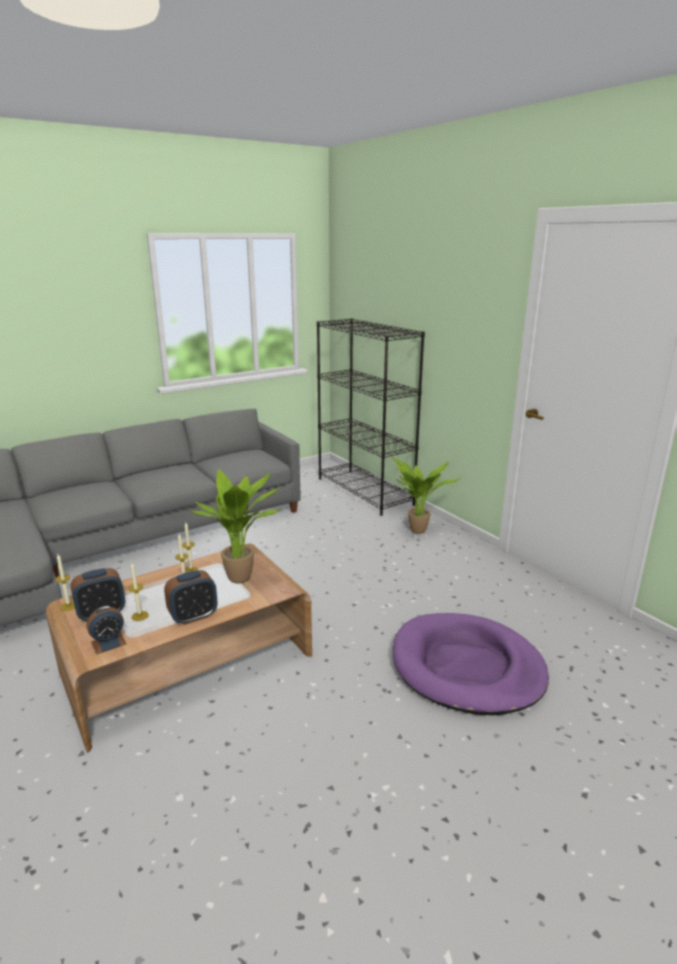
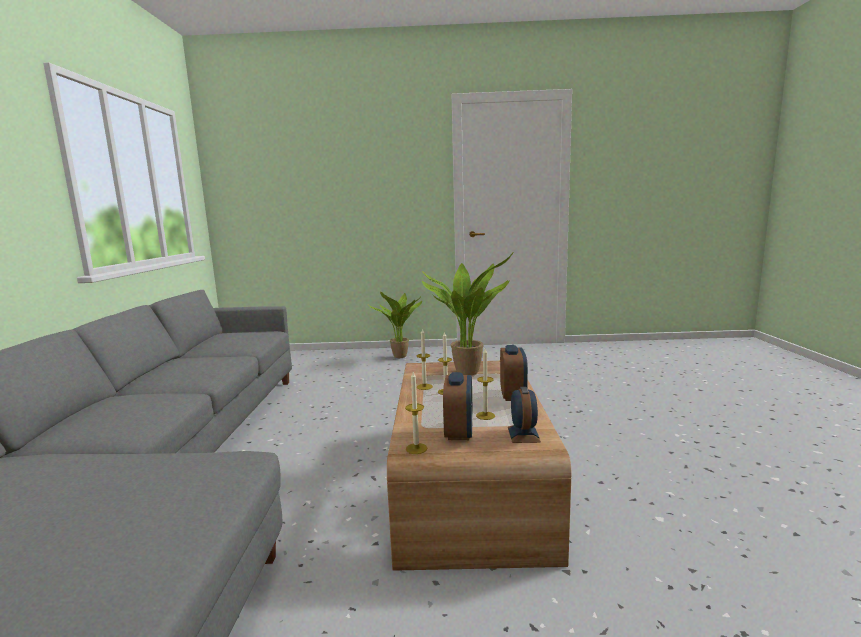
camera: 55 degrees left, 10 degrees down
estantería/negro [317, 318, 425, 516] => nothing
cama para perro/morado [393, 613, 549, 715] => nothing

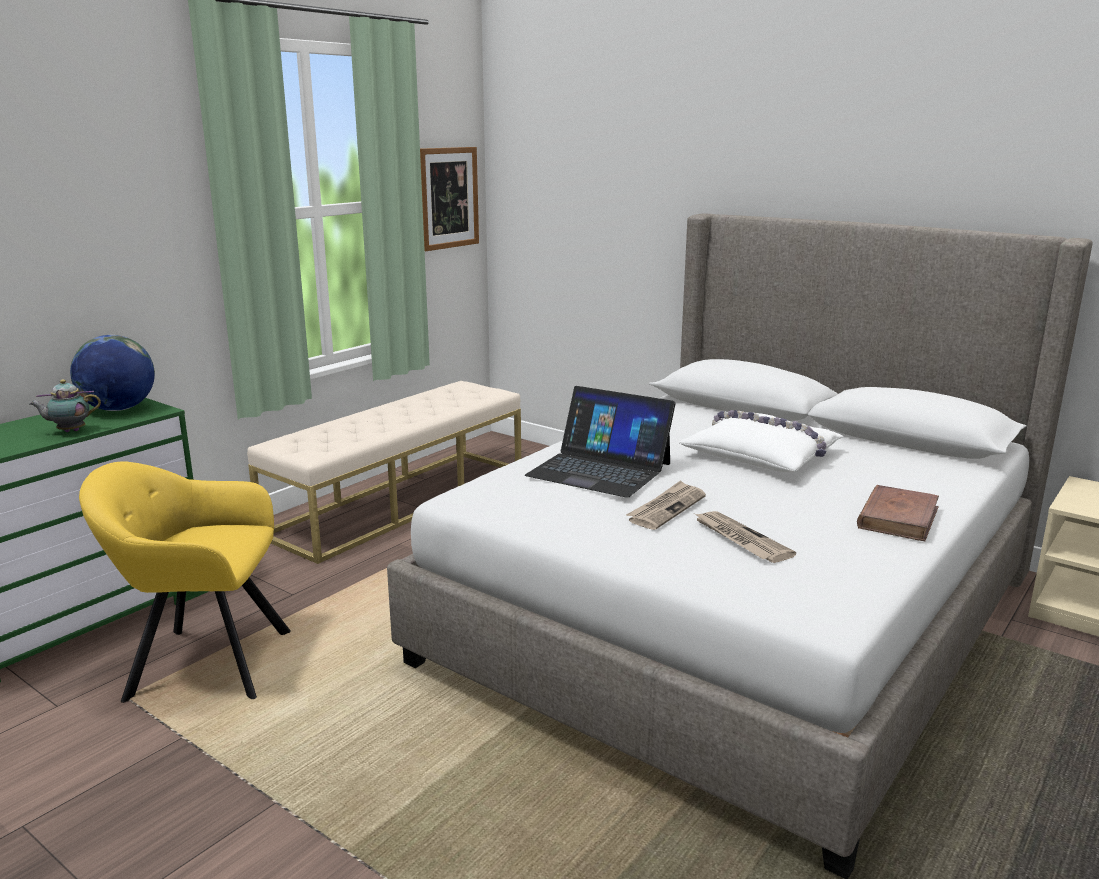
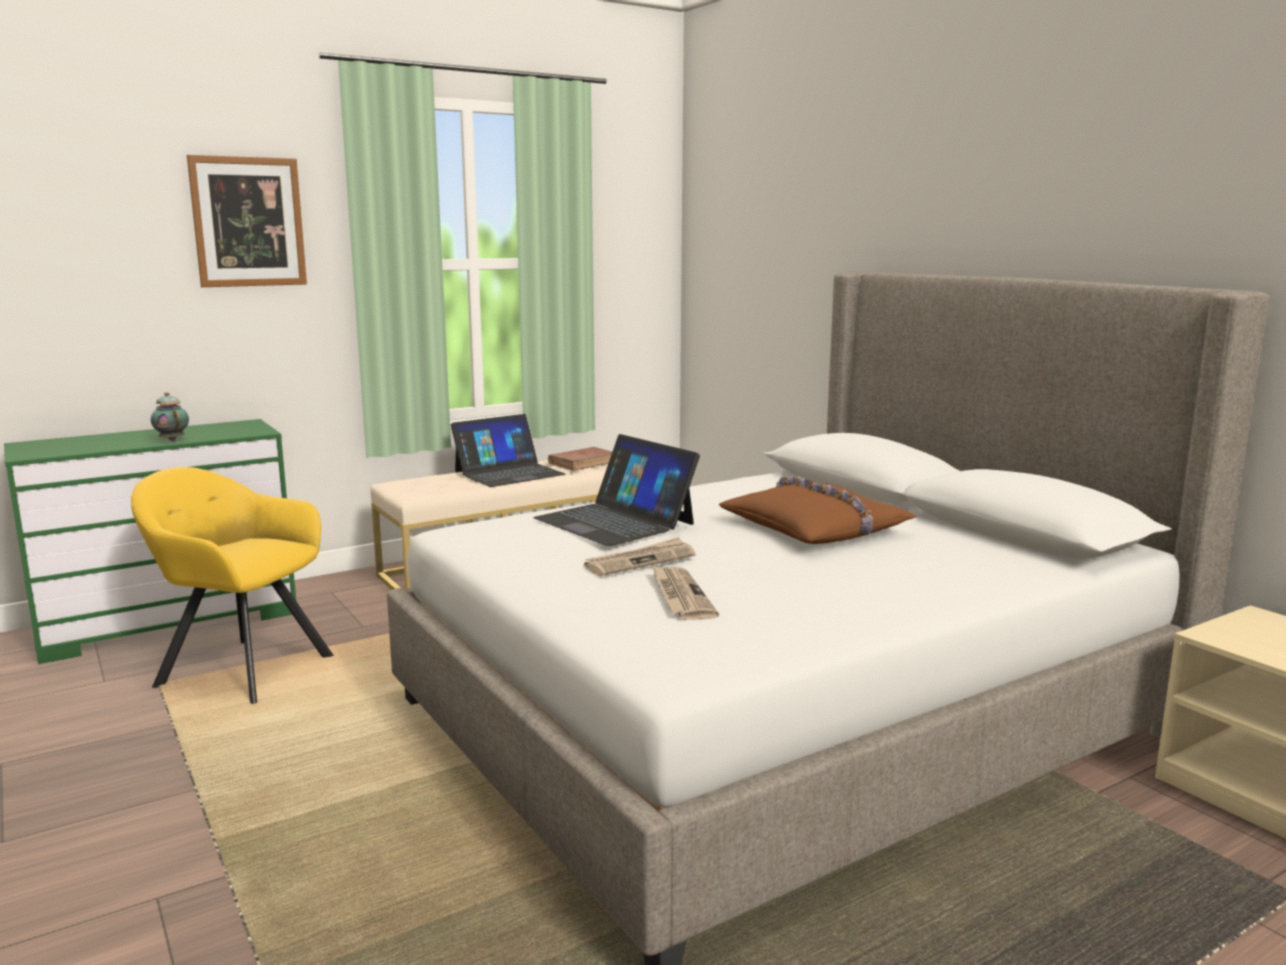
camera: 20 degrees right, 5 degrees down
cuadro [420, 147, 479, 251] => cuadro [187, 155, 307, 287], moved
globo terráqueo [70, 335, 155, 411] => nothing
tetera [29, 379, 101, 432] => tetera [151, 392, 189, 441], 45 degrees clockwise
cojín/blanco [679, 410, 844, 472] => cojín/marrón [718, 476, 917, 544]
libro/marrón [857, 485, 939, 541] => libro/marrón [548, 447, 613, 471], moved
nothing => portátil [451, 414, 565, 487]

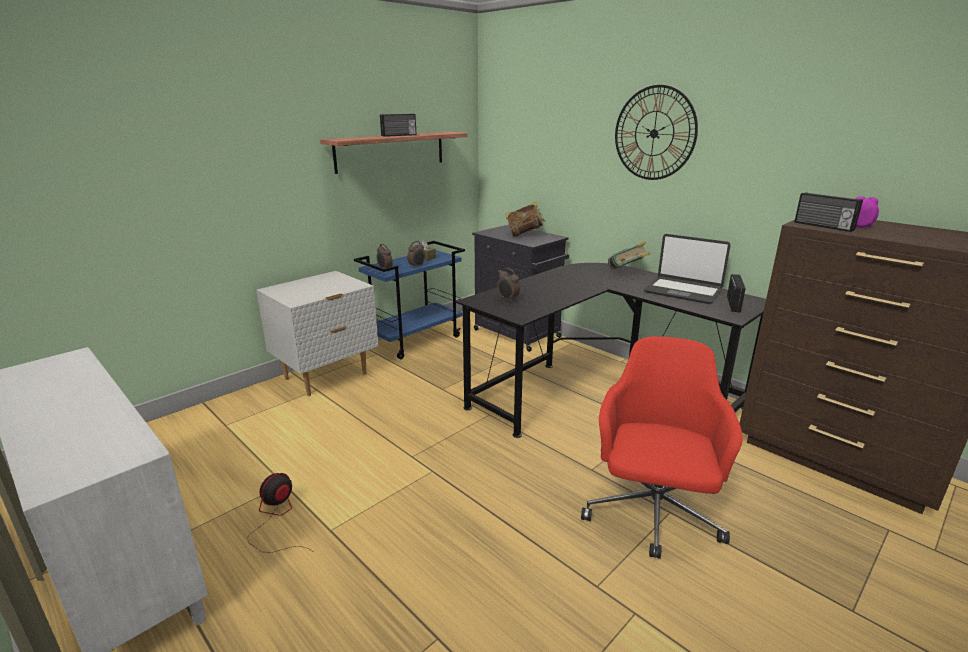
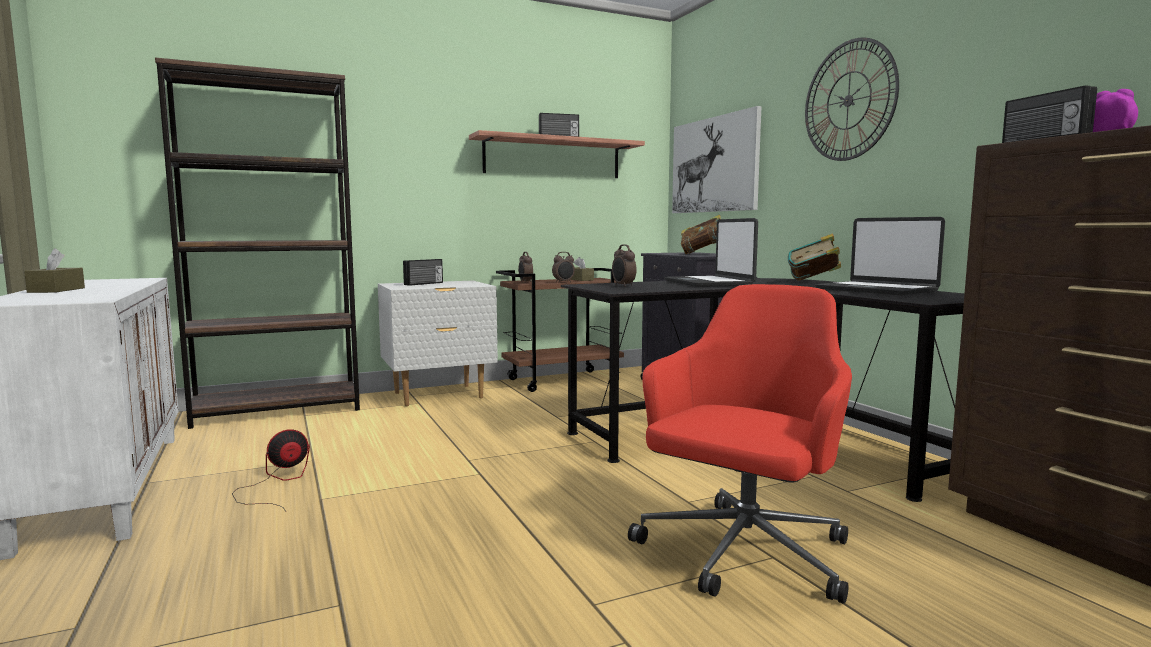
camera: 20 degrees right, 15 degrees down
carrito/azul [354, 241, 465, 359] => carrito/marrón [496, 268, 624, 392]
radio [727, 274, 746, 313] => radio [403, 259, 443, 286], moved
nothing => estantería/marrón [155, 58, 360, 429]
nothing => cuadro [672, 106, 761, 213]
nothing => portátil [664, 218, 758, 287]
nothing => caja de pañuelos/marrón [24, 248, 85, 293]

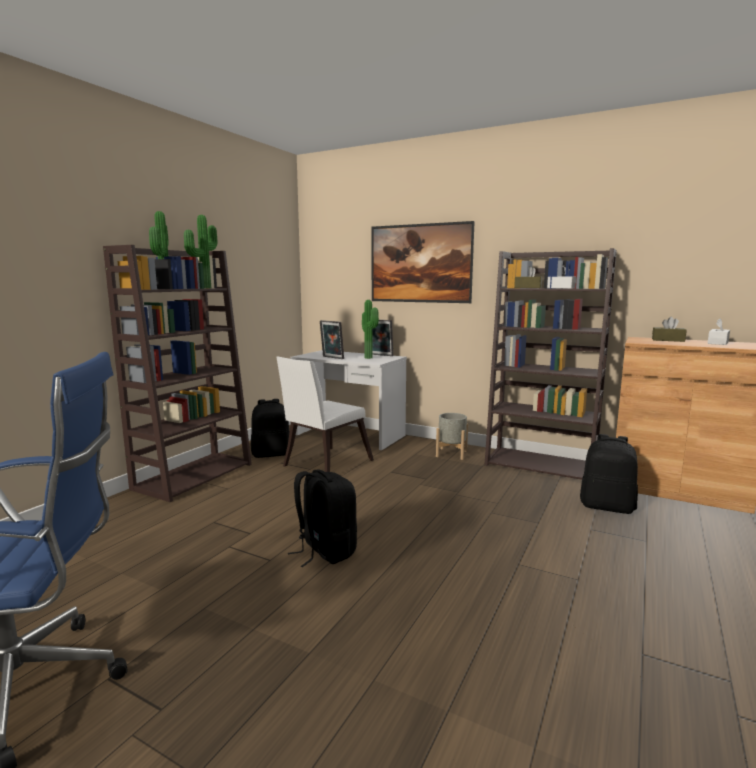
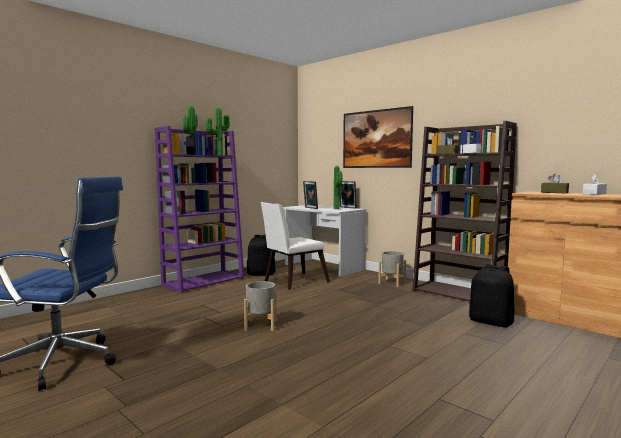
camera: 15 degrees right, 5 degrees down
estantería/marrón [103, 245, 252, 502] => estantería/morado [155, 126, 244, 293]
mochila/negro [288, 469, 357, 567] => maceta/gris [244, 281, 277, 331]

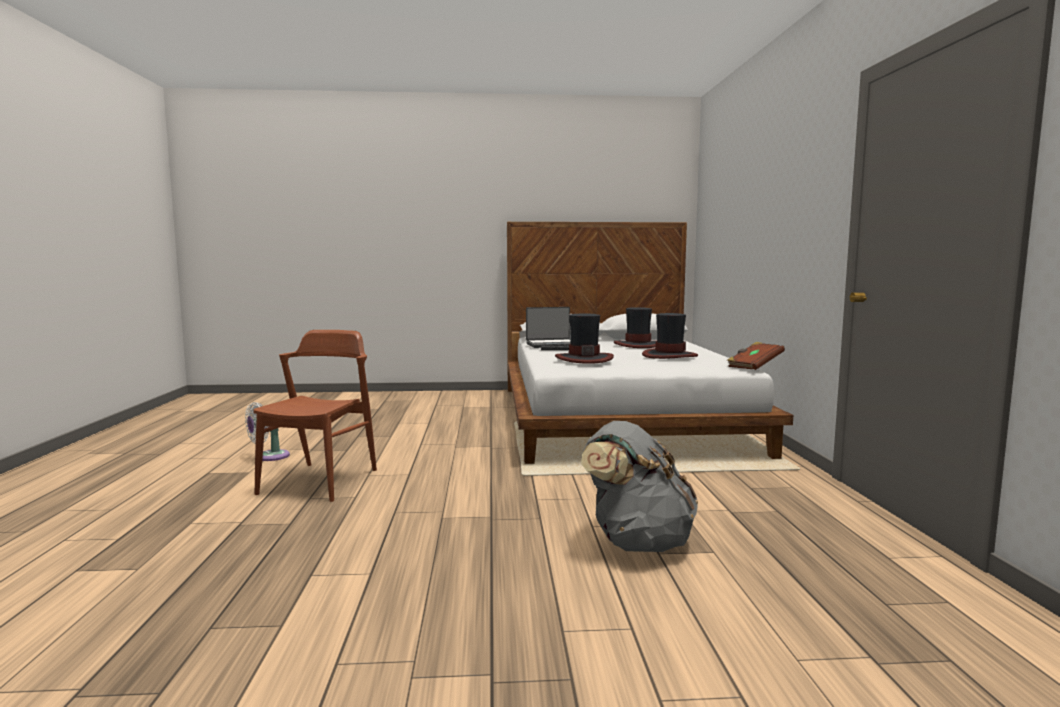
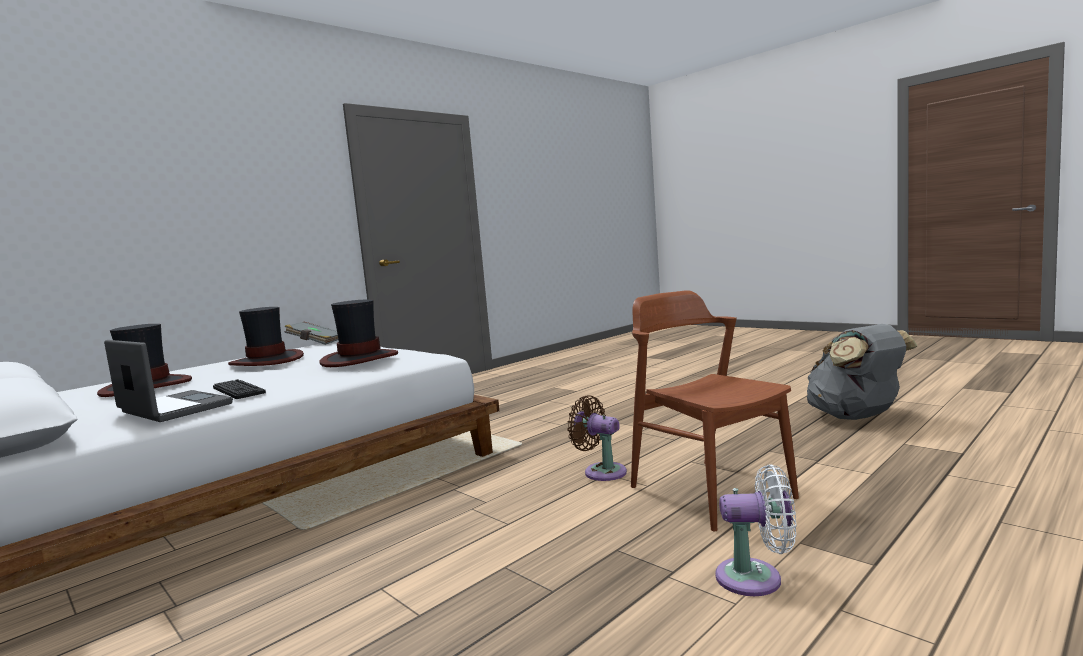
camera: 130 degrees left, 0 degrees up
silla/marrón [253, 330, 377, 502] => silla/marrón [631, 290, 799, 531], 90 degrees clockwise
libro/marrón [727, 342, 785, 370] => libro/gris [284, 322, 338, 345]
mochila/gris [581, 421, 698, 552] => mochila/gris [807, 324, 917, 420], moved
nothing => ventilador/marrón [567, 395, 627, 481]

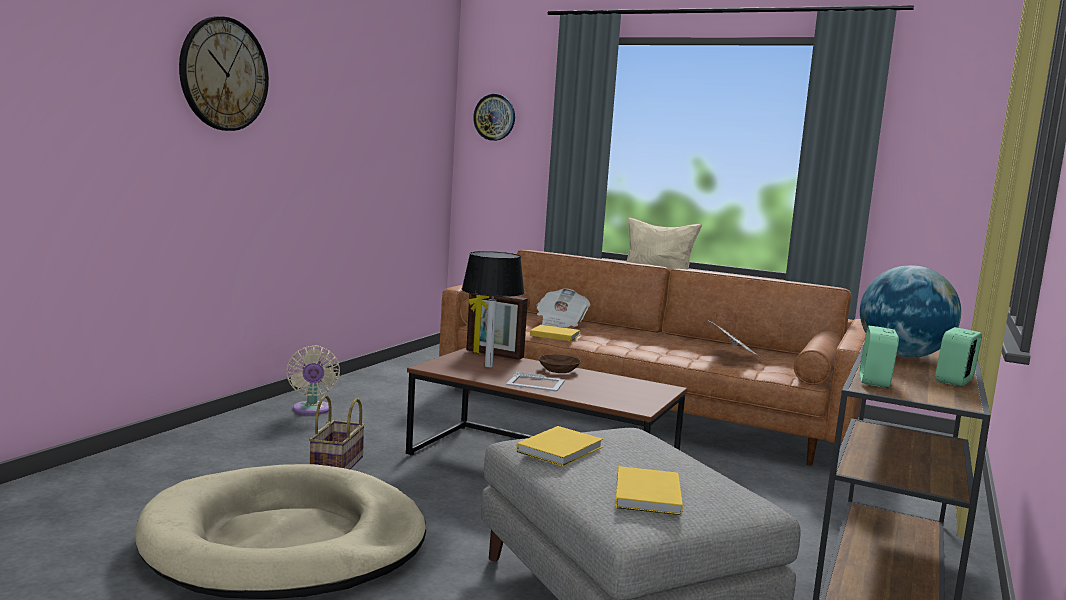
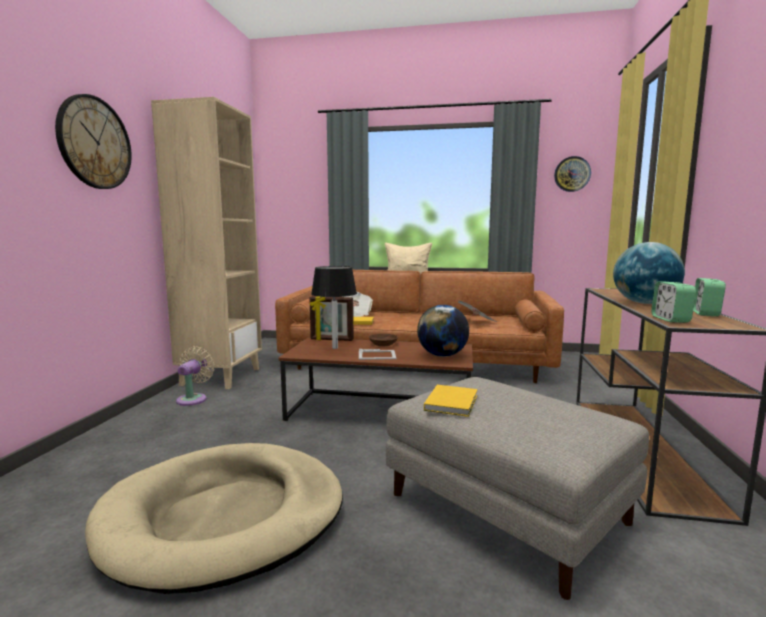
camera: 15 degrees left, 0 degrees up
reloj de pared [473, 94, 515, 141] => reloj de pared [554, 156, 591, 192], moved
ventilador/beis [286, 345, 340, 415] => ventilador/beis [176, 346, 215, 406], 135 degrees counterclockwise
cesta [309, 395, 365, 470] => nothing
libro/amarillo [615, 466, 683, 515] => nothing
nothing => estantería/beis [151, 97, 262, 389]
nothing => globo terráqueo [417, 305, 469, 357]

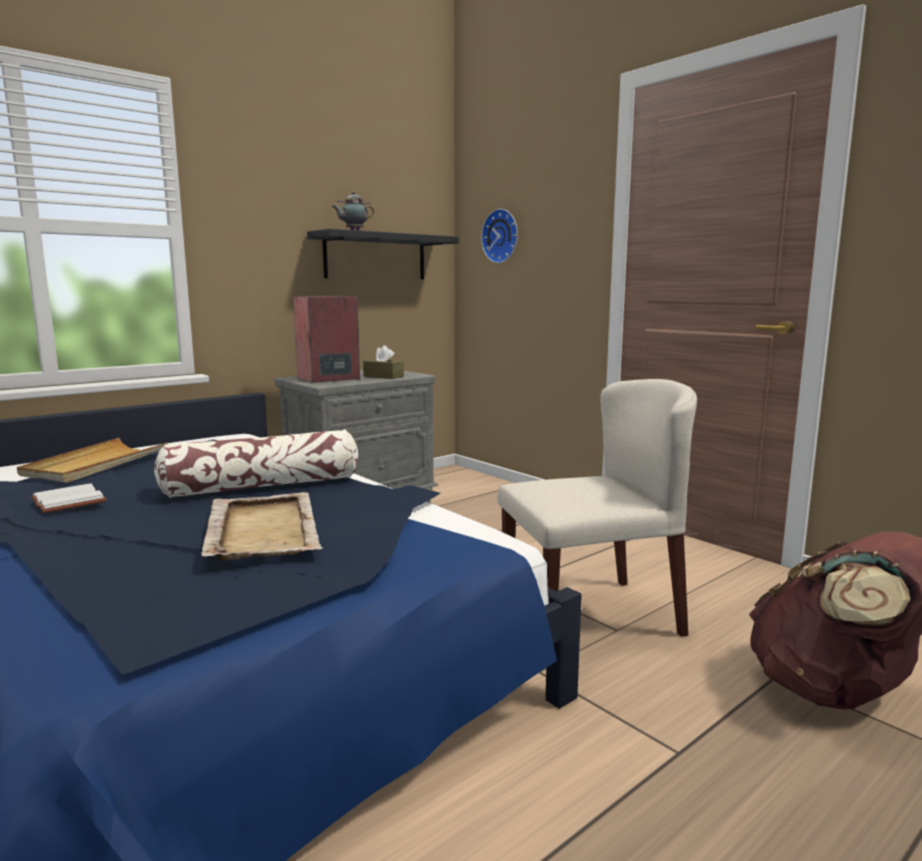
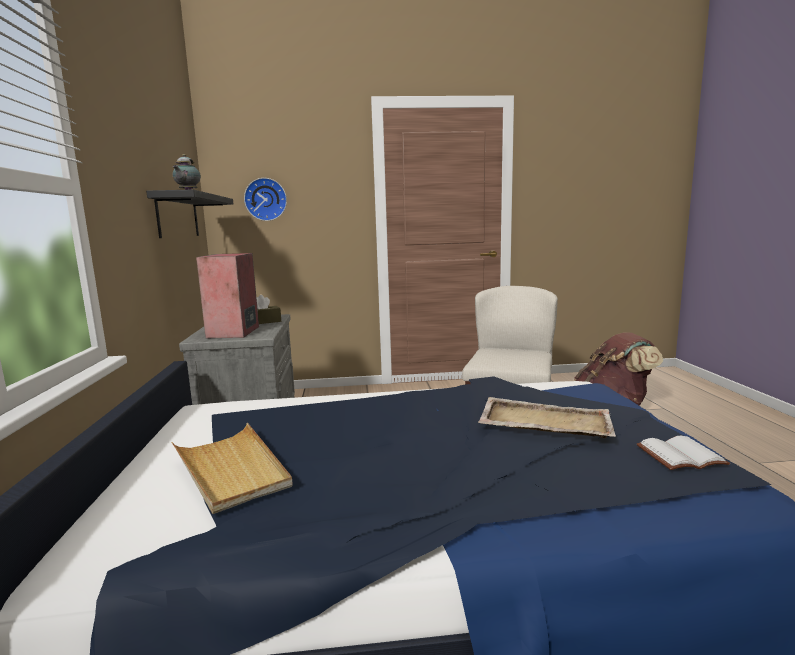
camera: 55 degrees left, 0 degrees up
cojín [154, 429, 358, 498] => nothing
libro/blanco [30, 483, 107, 513] => libro/blanco [637, 436, 730, 470], moved

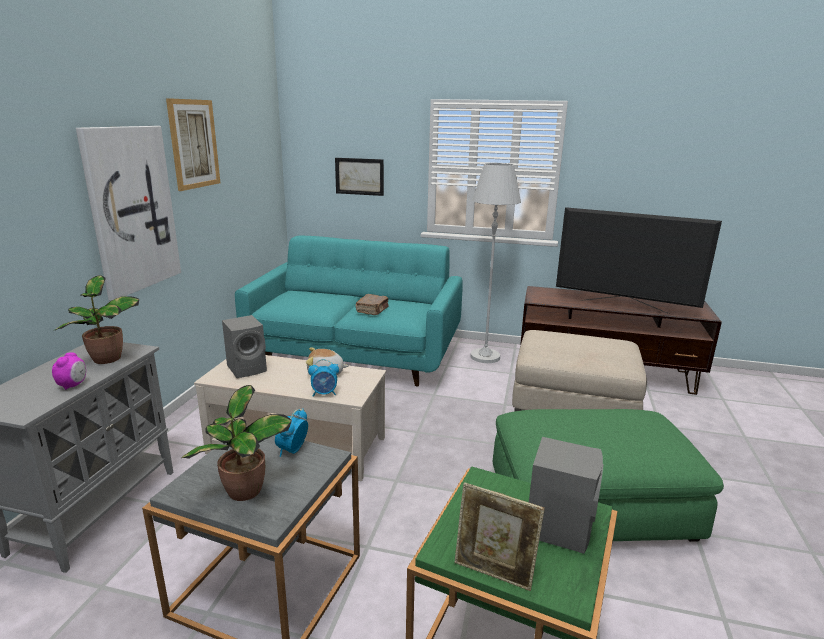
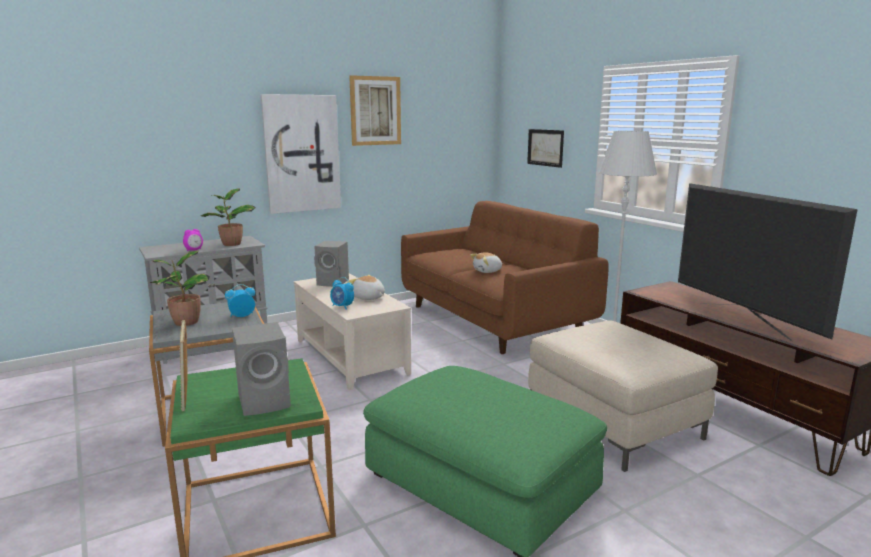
camera: 45 degrees right, 5 degrees down
sofá/turquesa [235, 236, 463, 387] => sofá/marrón [401, 201, 609, 354]
libro/marrón [356, 294, 389, 315] => peluche [470, 252, 503, 273]

